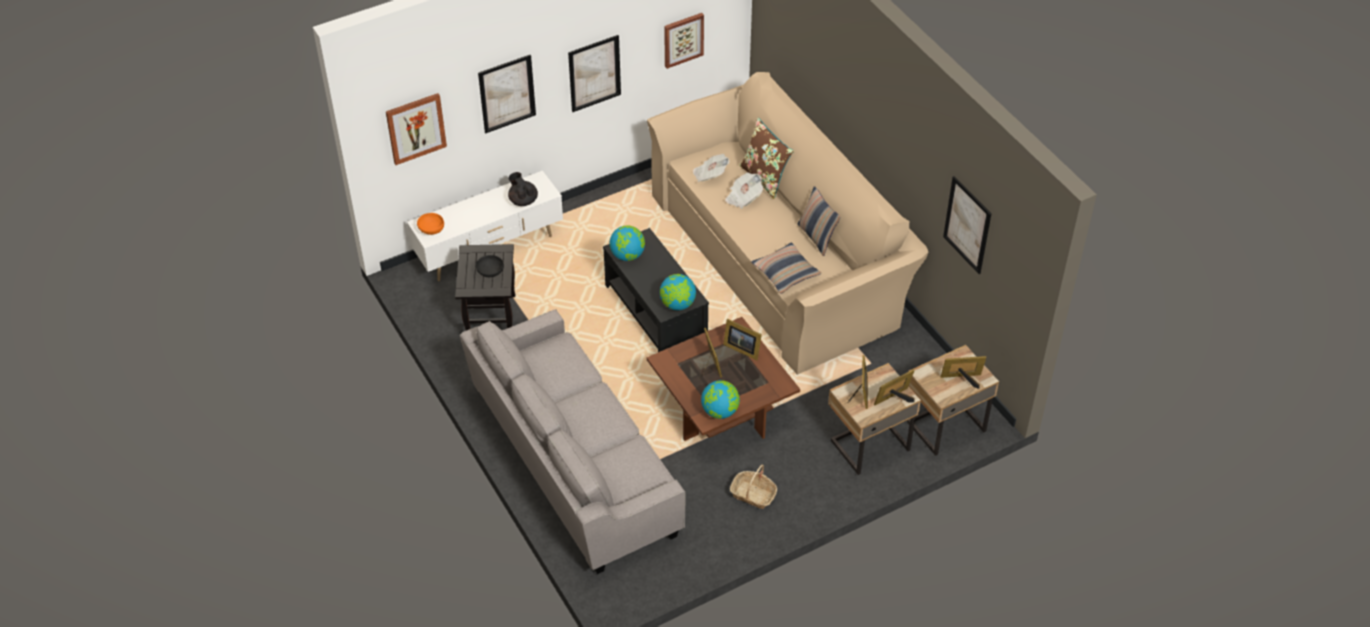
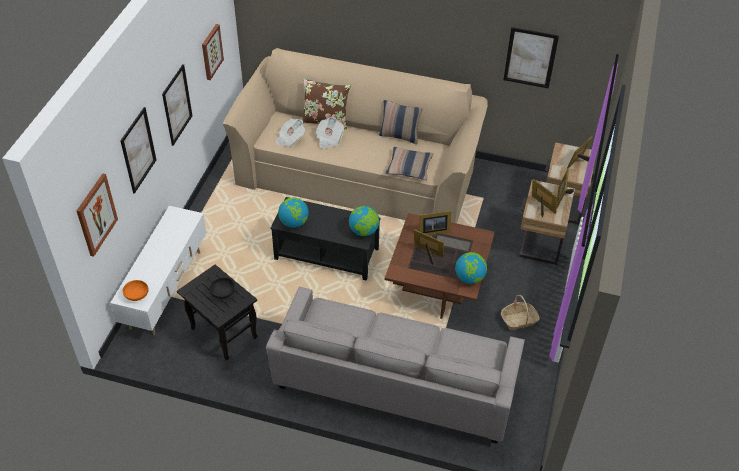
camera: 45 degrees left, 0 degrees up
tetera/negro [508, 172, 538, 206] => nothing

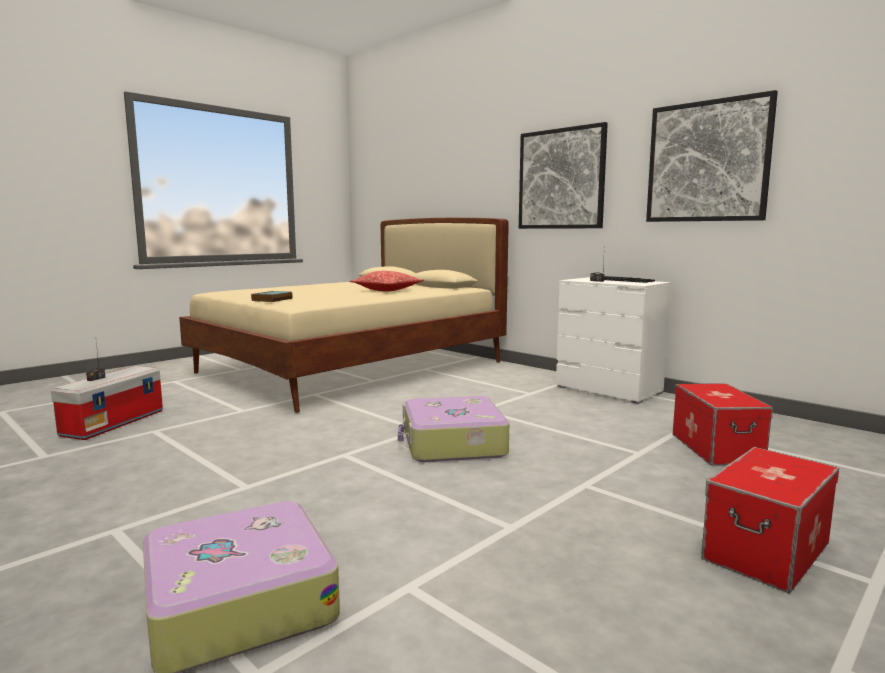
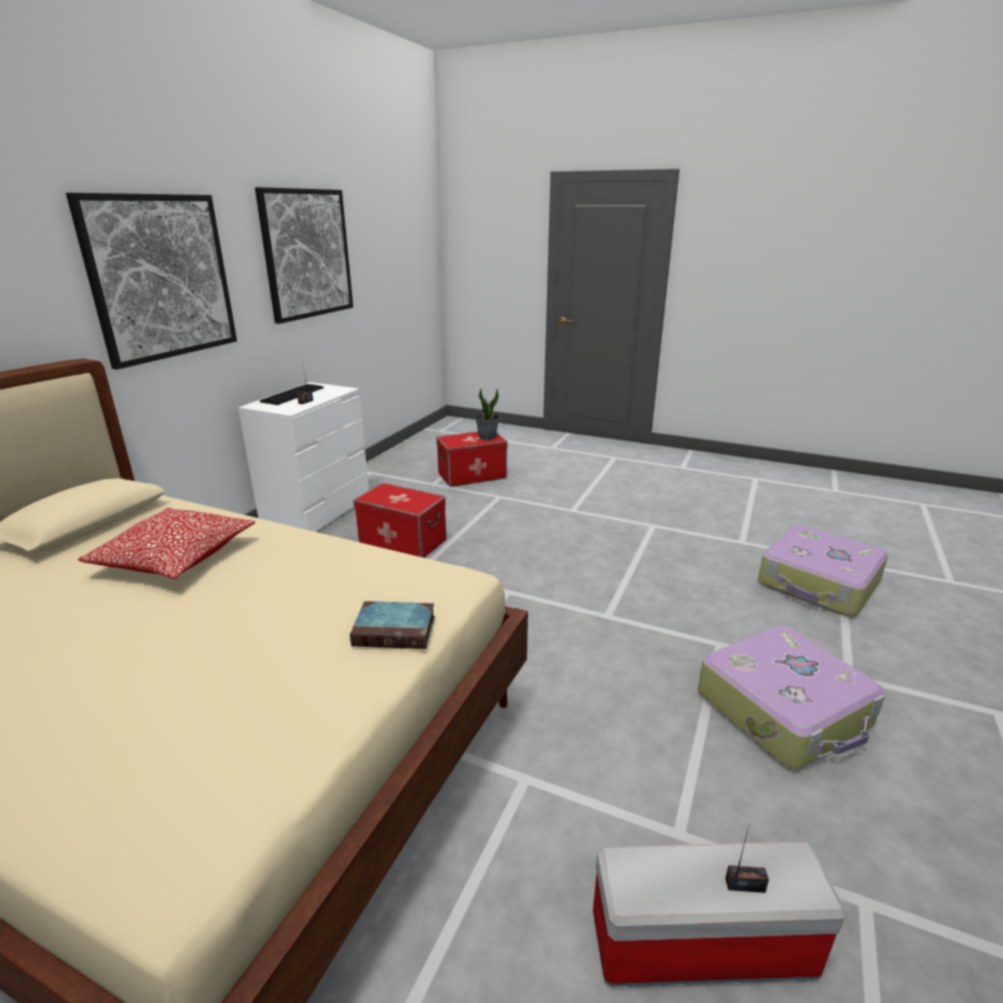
camera: 110 degrees left, 15 degrees up
maleta [398, 396, 509, 462] => maleta [698, 626, 885, 769], moved
caja de almacenaje [701, 447, 839, 593] => caja de almacenaje [353, 483, 446, 558], moved
nothing => planta en maceta [475, 389, 499, 440]

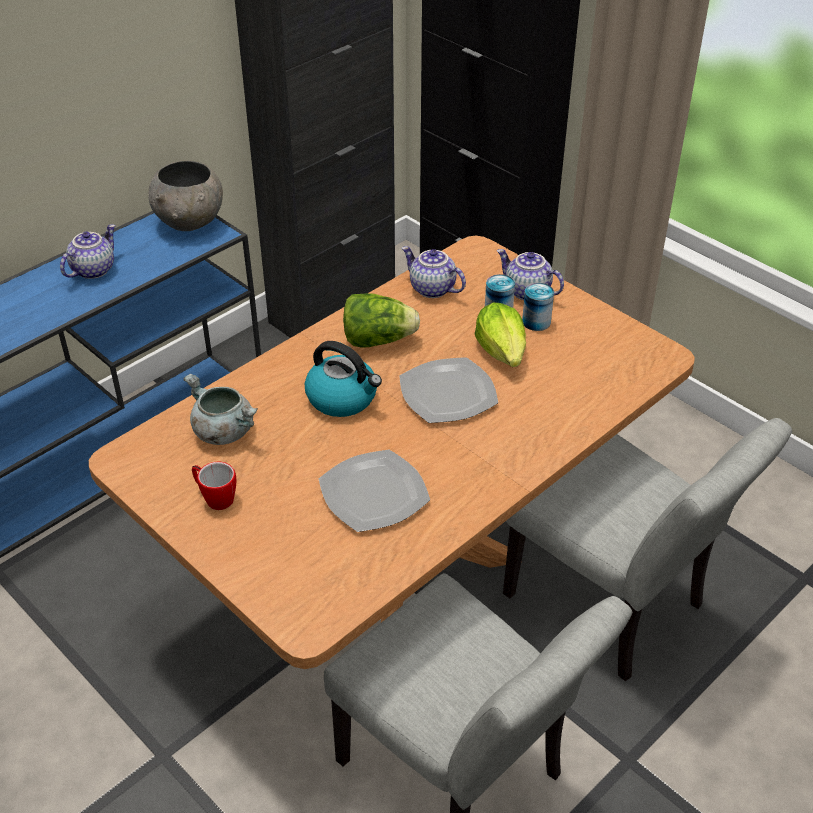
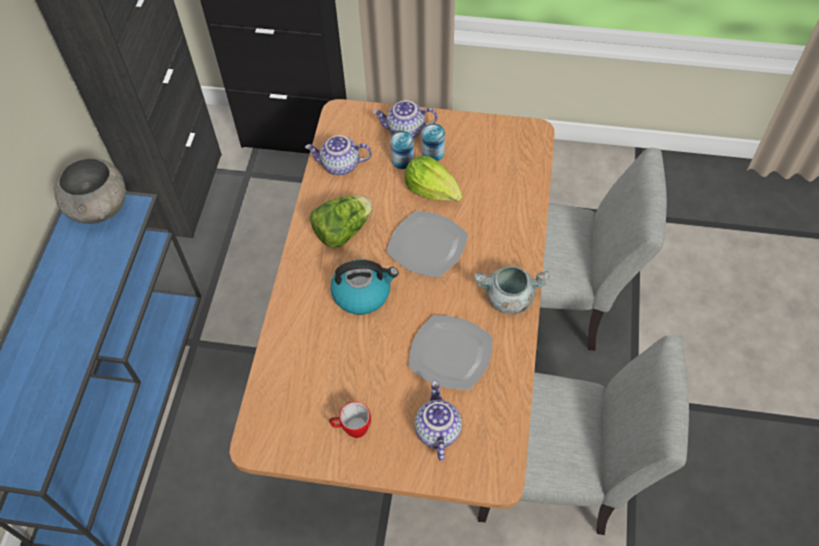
camera: 35 degrees left, 15 degrees up
tetera [60, 224, 116, 279] => tetera [414, 381, 462, 461], moved
olla/gris [183, 374, 258, 445] => olla/gris [474, 266, 549, 315], moved

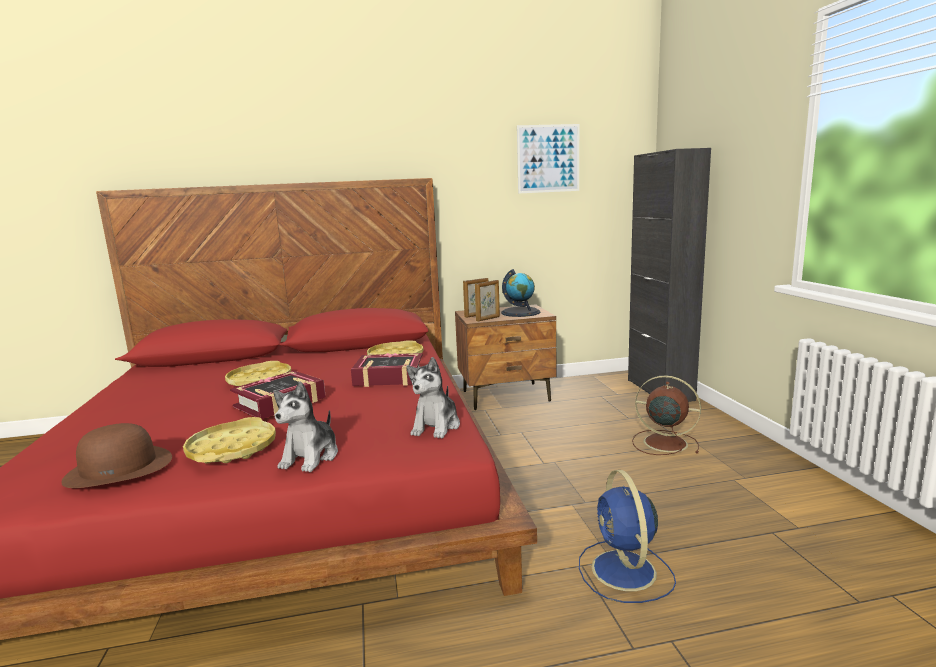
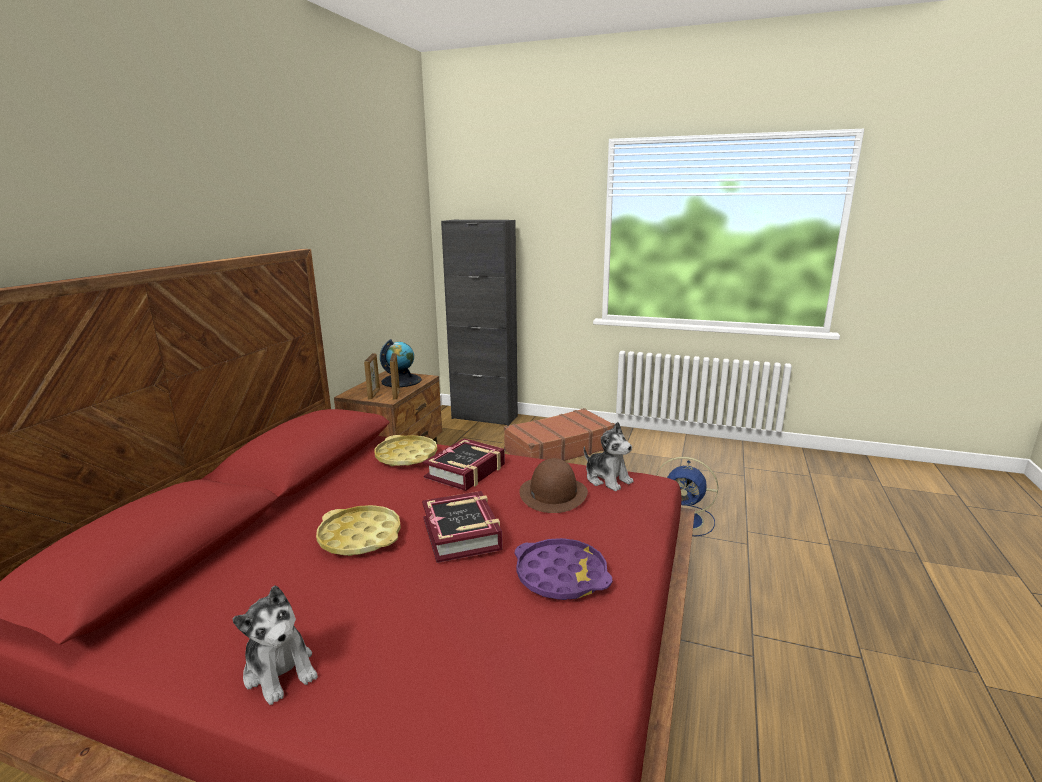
camera: 60 degrees left, 5 degrees up
cuadro [517, 124, 579, 194] => nothing
ventilador/marrón [632, 376, 701, 455] => maleta/marrón [504, 408, 615, 461]
peluche [274, 381, 338, 472] => peluche [232, 585, 318, 705], moved
bandeja/amarillo [183, 417, 276, 463] => bandeja/morado [515, 538, 612, 600]
sombrero/marrón [61, 423, 172, 488] => sombrero/marrón [519, 458, 588, 513], moved

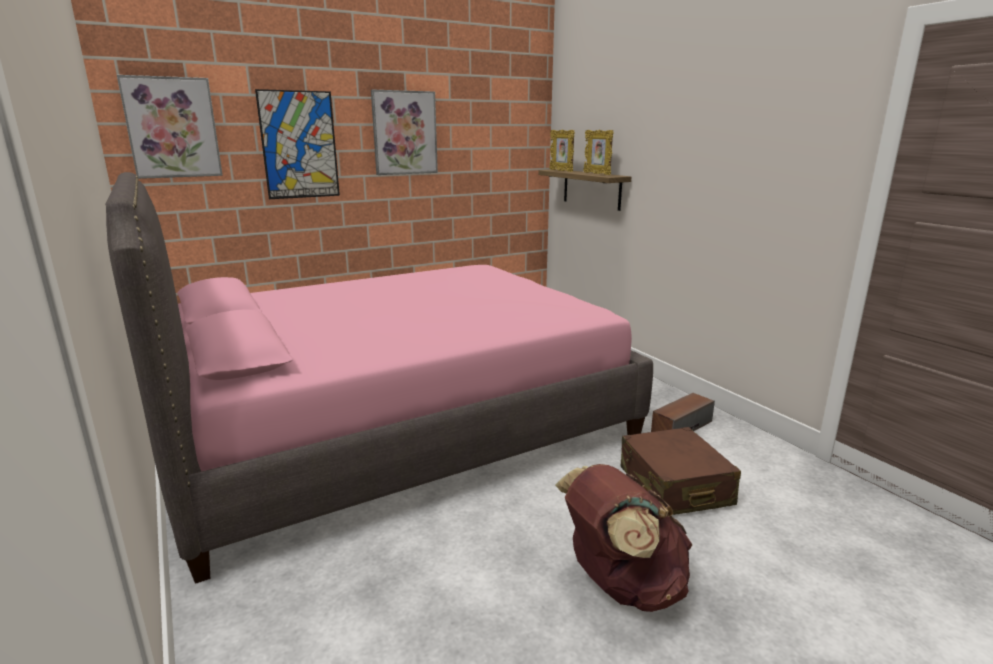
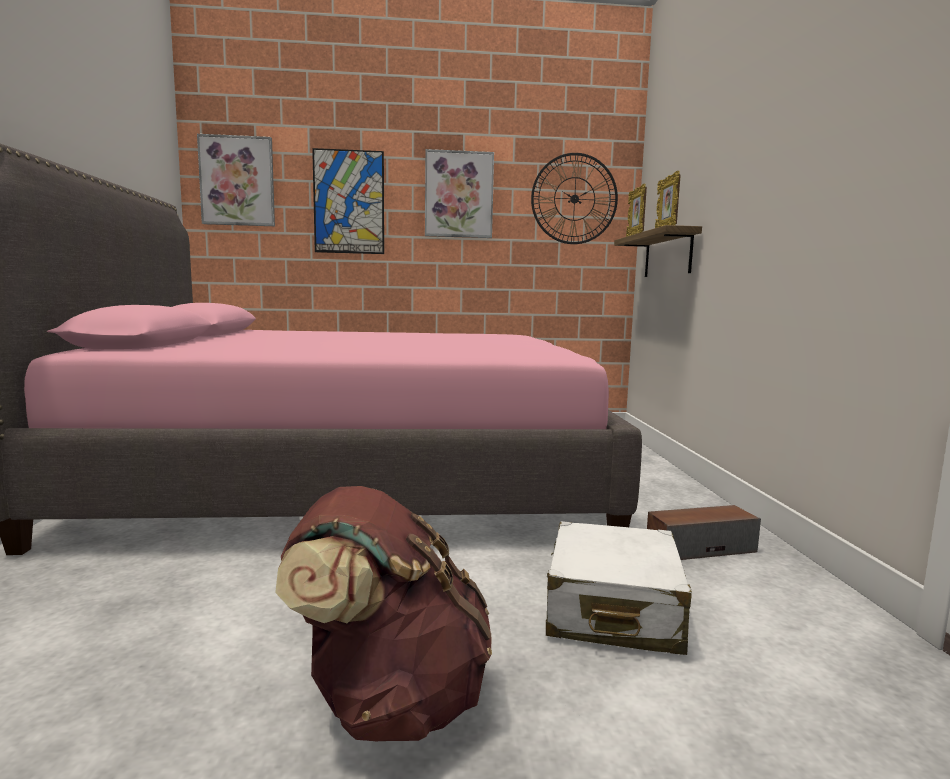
camera: 25 degrees right, 10 degrees down
maleta/marrón [621, 427, 741, 515] => maleta/blanco [546, 521, 692, 655]
nothing => reloj de pared [531, 153, 618, 244]

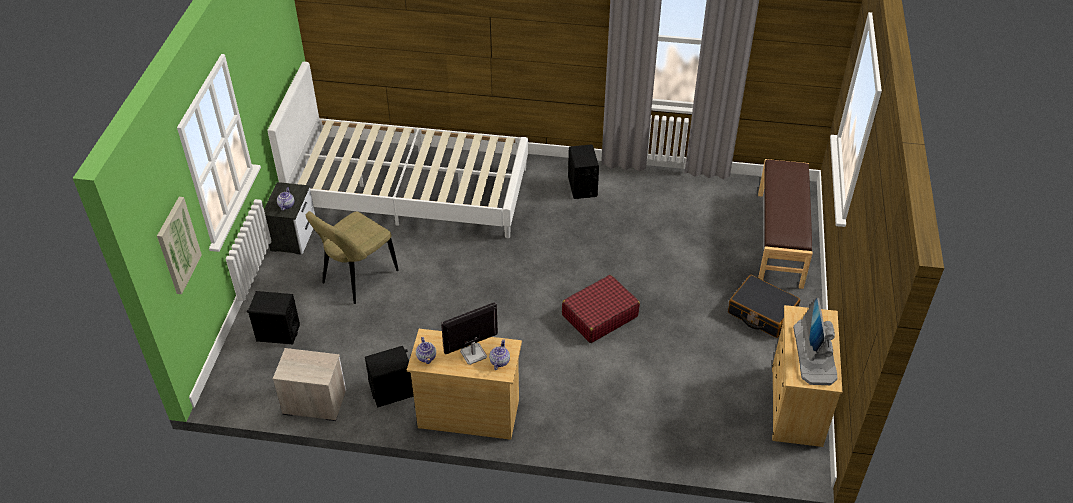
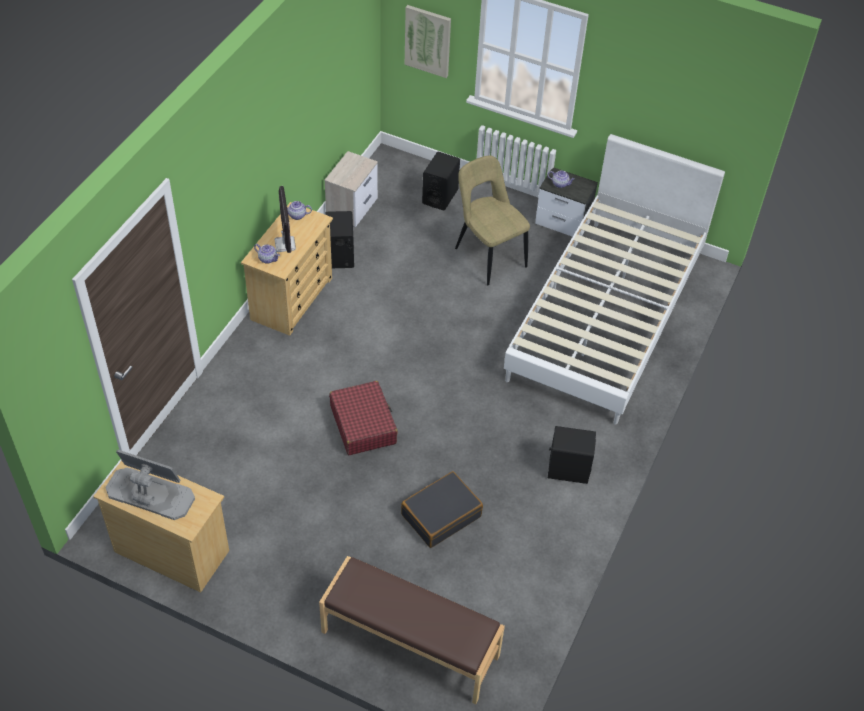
camera: 105 degrees right, 5 degrees up
maleta/negro [728, 275, 800, 338] => maleta/negro [401, 471, 483, 548], moved

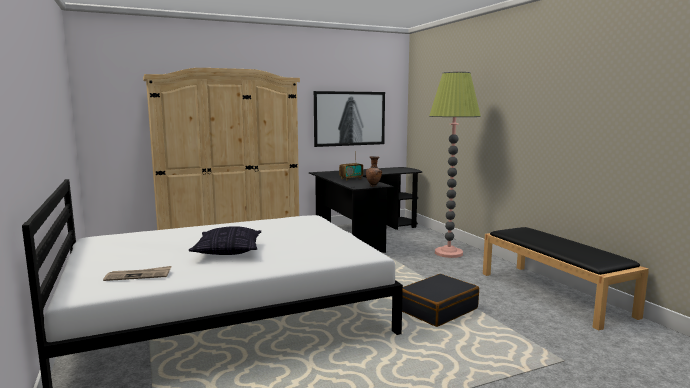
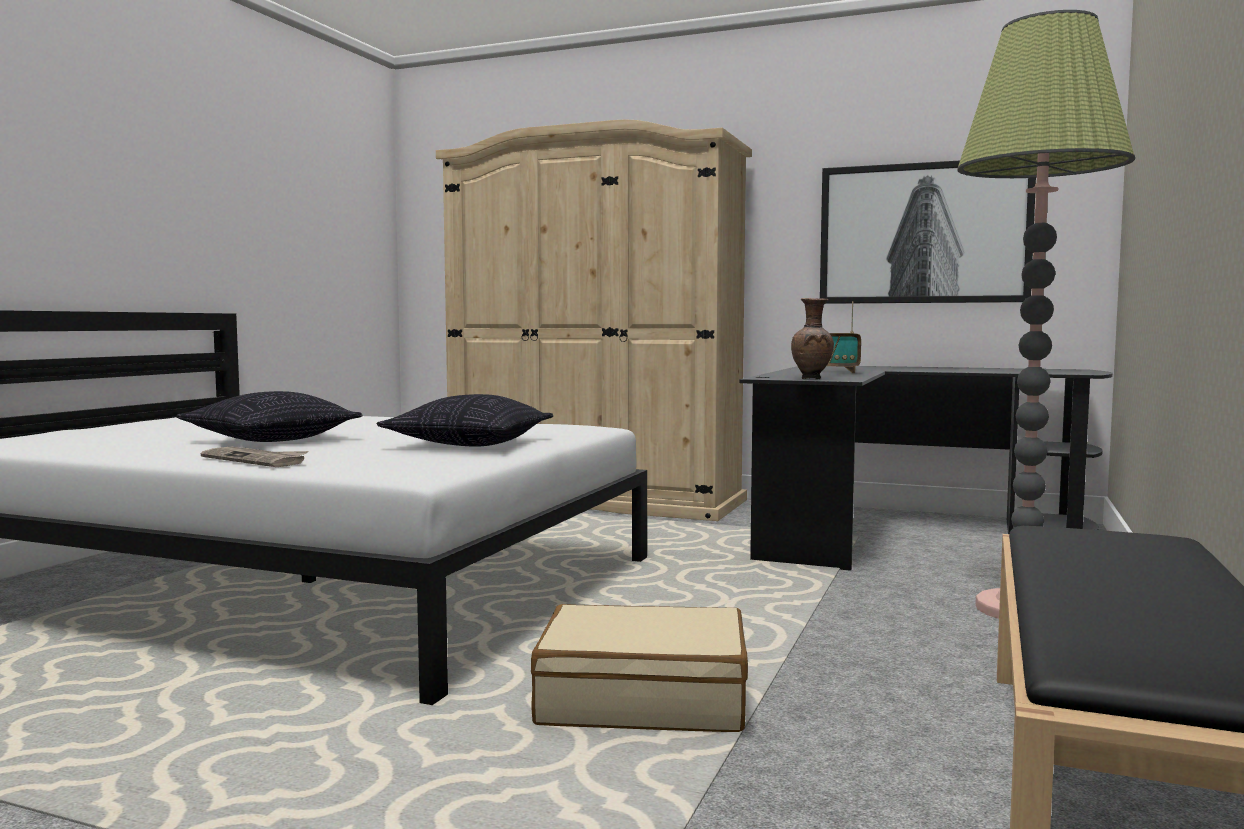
camera: 45 degrees right, 5 degrees down
periódico [103, 266, 171, 281] => periódico [201, 447, 308, 467], moved
maleta/negro [402, 274, 479, 327] => maleta/beis [531, 604, 748, 732]
nothing => cojín [376, 394, 553, 447]

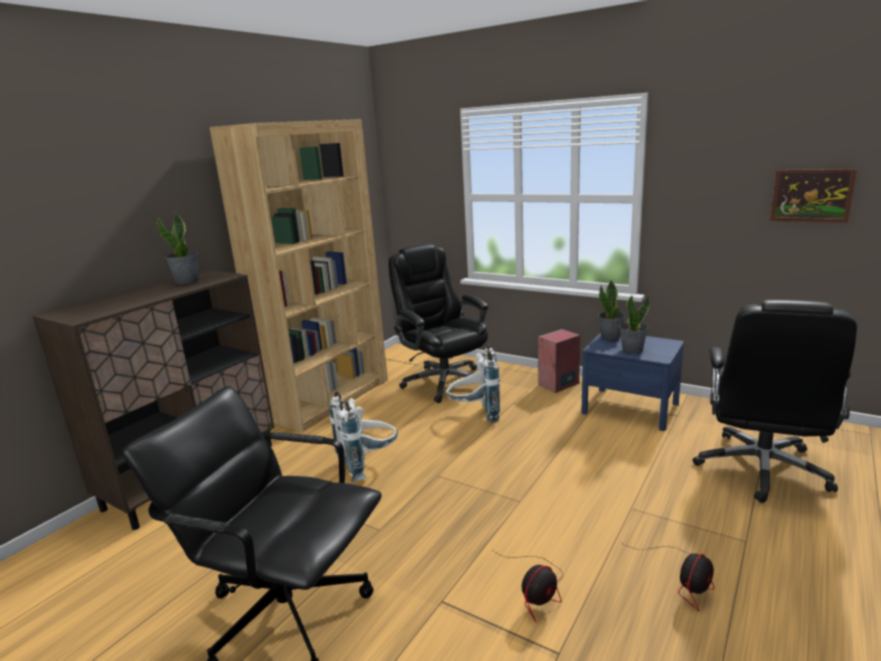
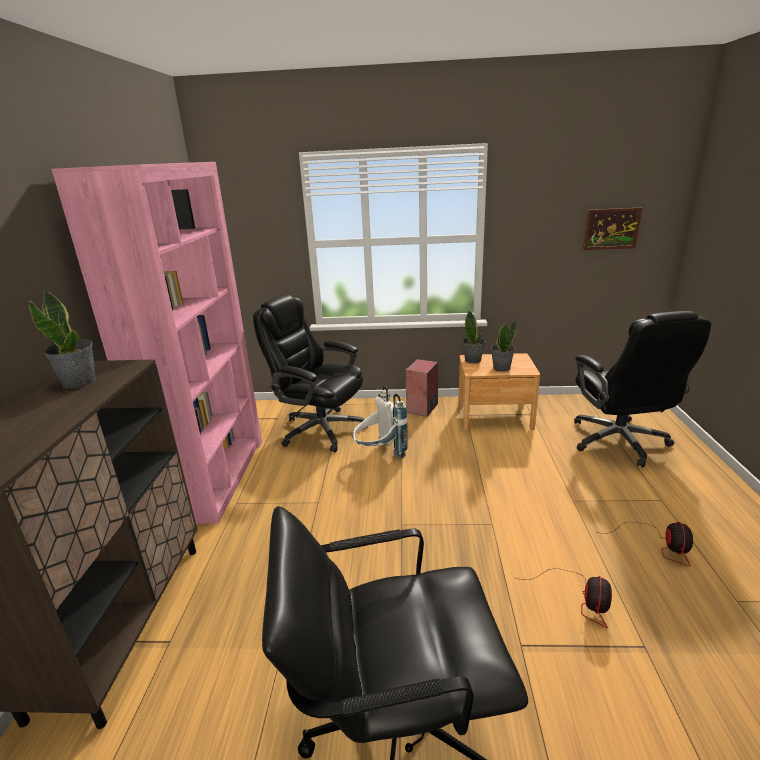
camera: 30 degrees left, 5 degrees up
estantería/marrón [209, 119, 388, 432] => estantería/rosa [51, 162, 262, 524]
mesita de noche/azul [581, 332, 684, 431] => mesita de noche/marrón [458, 353, 540, 431]
mochila/blanco [329, 392, 398, 482] => nothing

